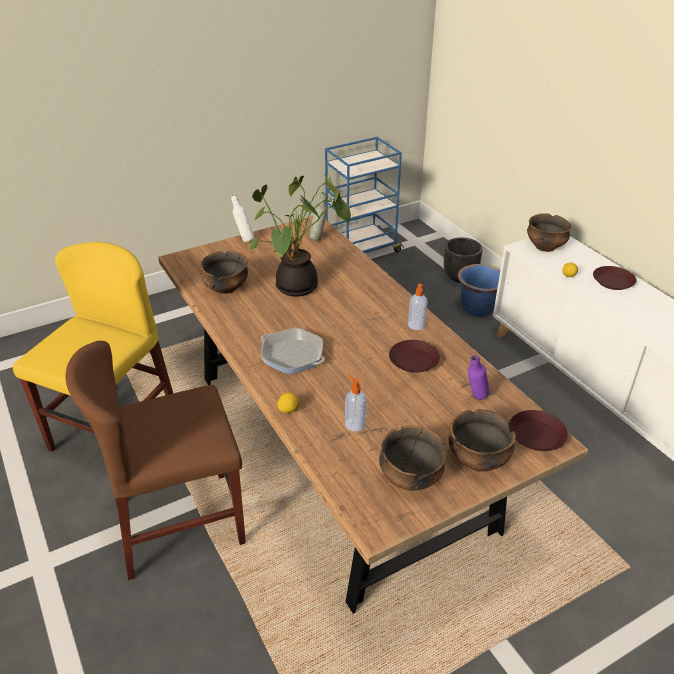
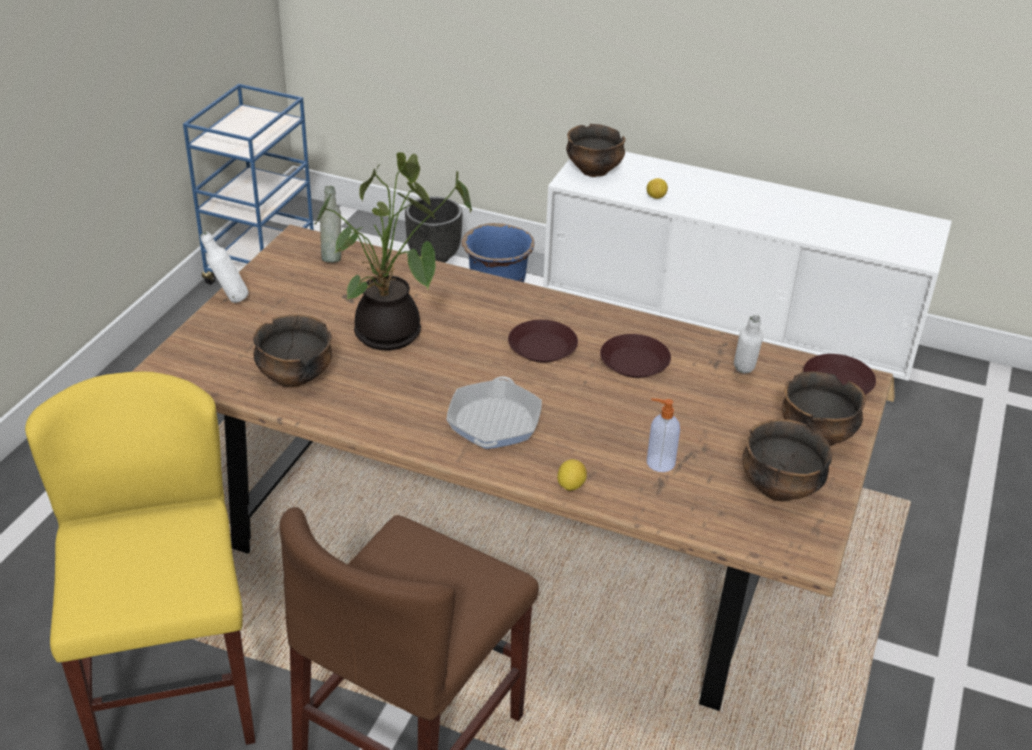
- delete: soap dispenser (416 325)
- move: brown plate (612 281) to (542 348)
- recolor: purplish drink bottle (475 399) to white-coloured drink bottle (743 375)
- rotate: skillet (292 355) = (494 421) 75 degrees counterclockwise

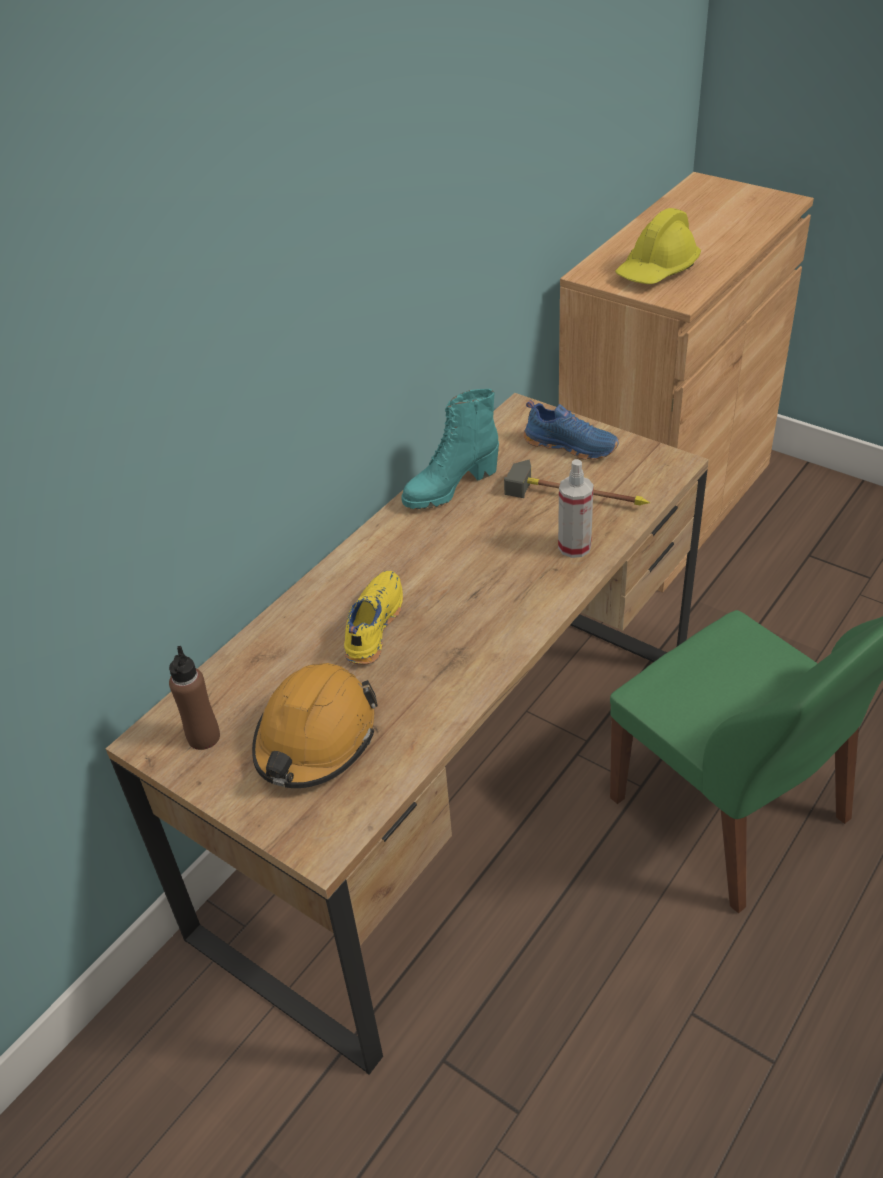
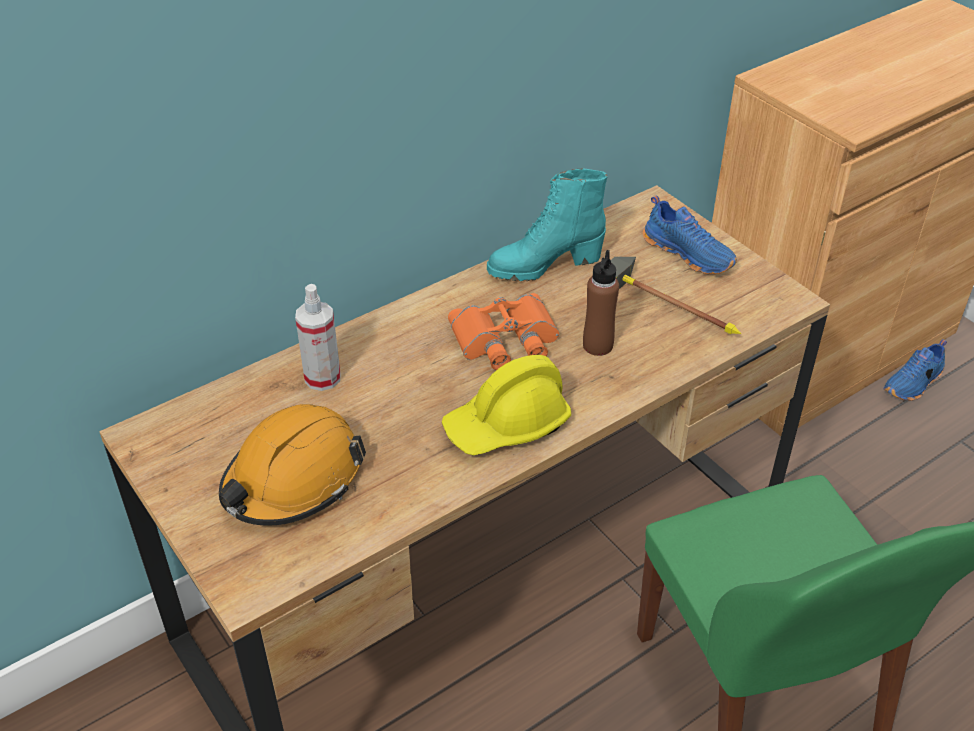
- delete: yellow item of footwear (372 626)
- insert: orange-coloured binoculars (506 340)
- insert: blue-coloured item of footwear (913 384)
- move: brown drink bottle (203 737) to (597 345)
- move: spray bottle (574 547) to (322 378)
- move: yellow hard hat (657 270) to (507 425)

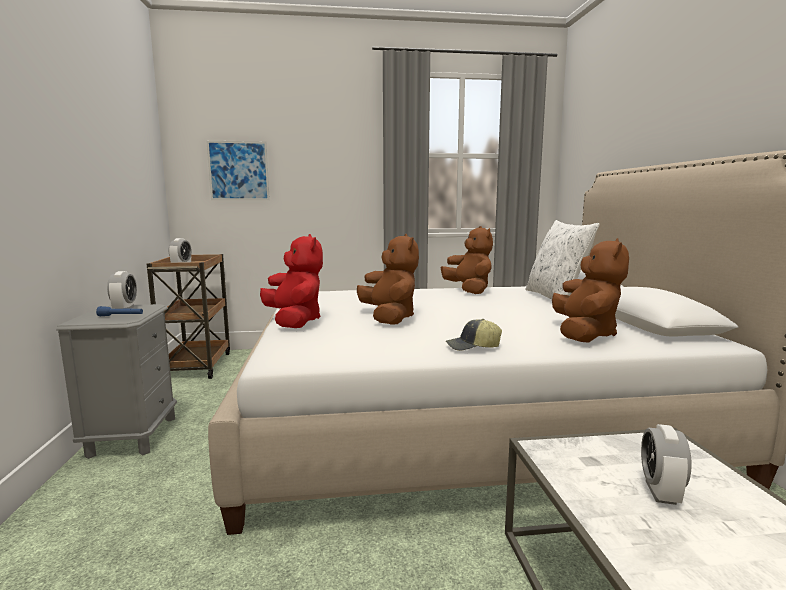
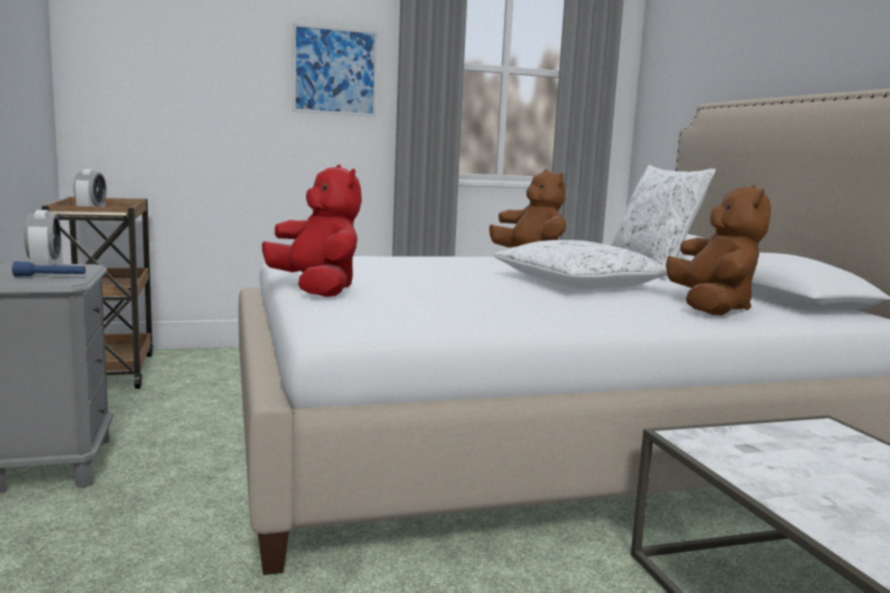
- delete: brown plush toy (389 318)
- delete: baseball cap (473 347)
- delete: table clock (660 492)
- insert: white-coloured cushion (578 283)
- move: wall picture (238 171) to (335 71)

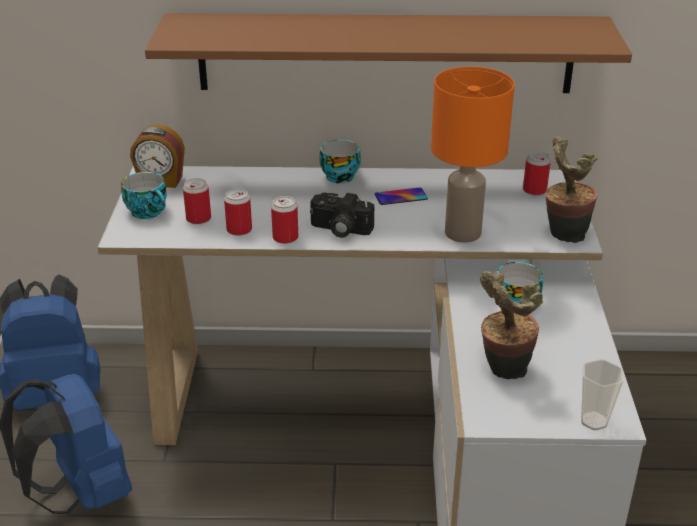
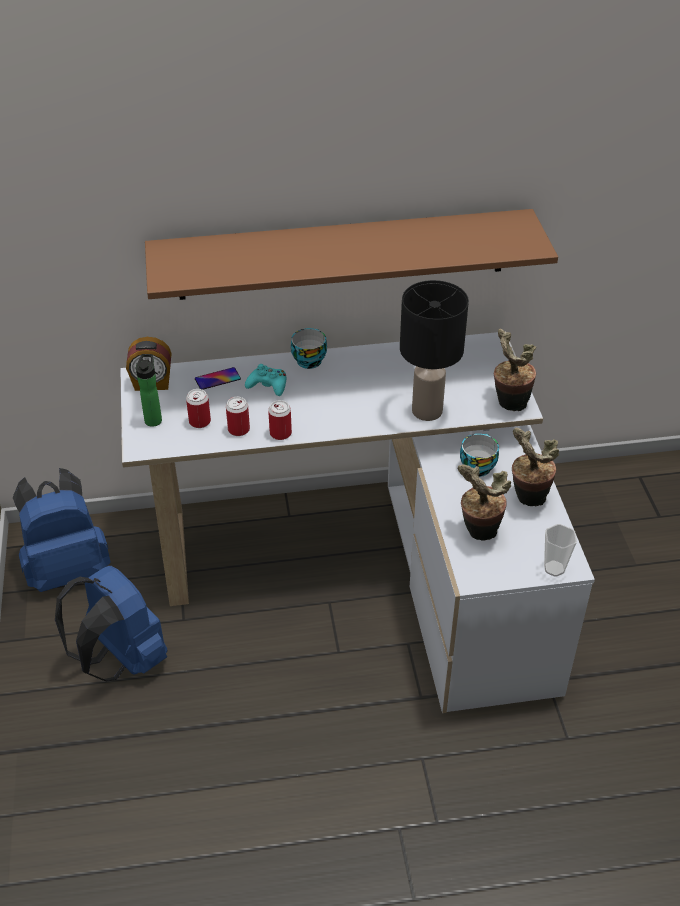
- delete: photo camera (339 229)
- delete: metal can (534 190)
- insert: turquoise game controller (268 385)
- insert: plant in a pot (527 498)
- move: handset (401 197) to (217 379)
- replace: cup (149 212) to drink bottle (153 419)
- recolor: orange-coloured tabletop lamp (464 233) to black-coloured tabletop lamp (428 411)

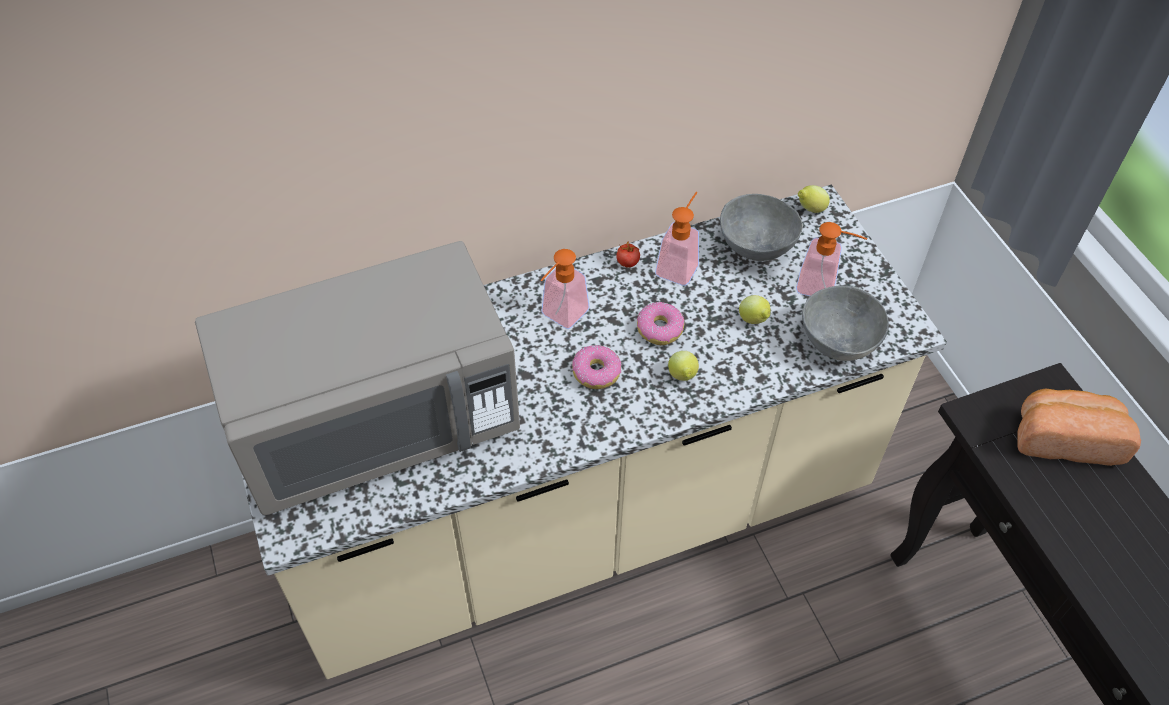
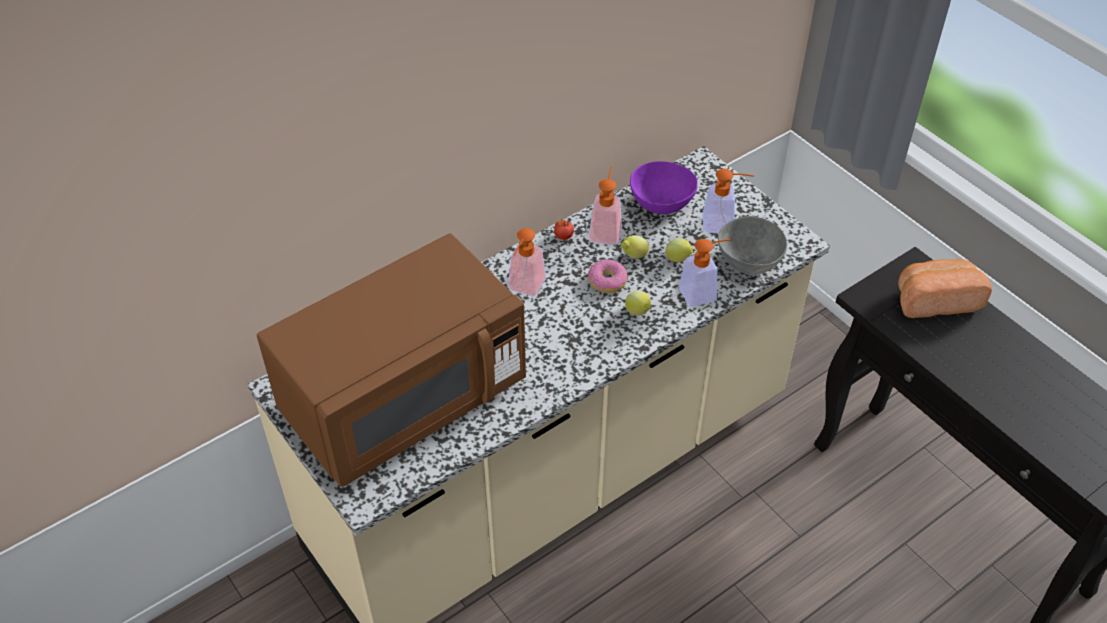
- delete: ring doughnut (596 372)
- insert: soap dispenser (703 293)
- move: whole lemon (810 209) to (633 256)
- recolor: greyish kitchen microwave (376 423) to brown kitchen microwave (404 400)
- recolor: greyish bowl (756 248) to purplish bowl (662 205)

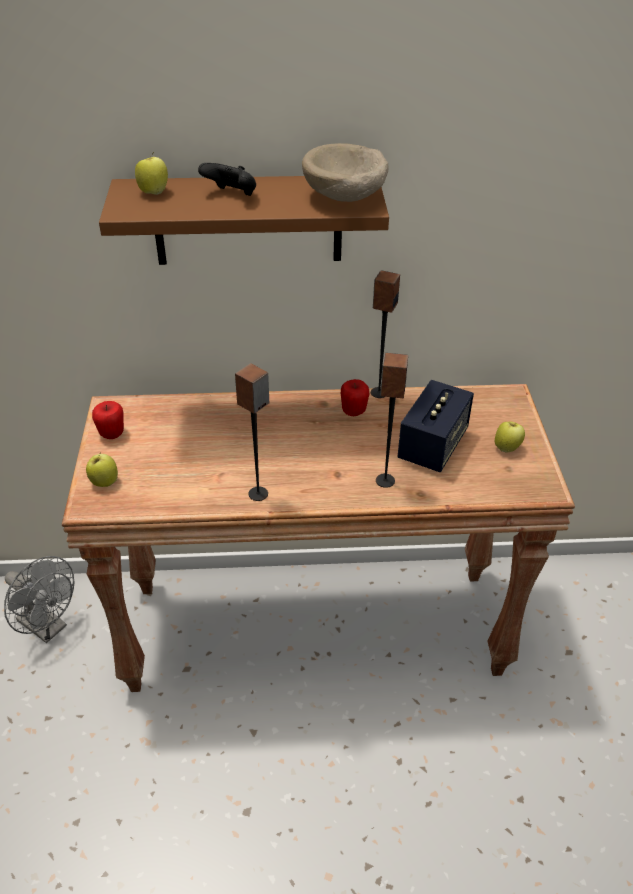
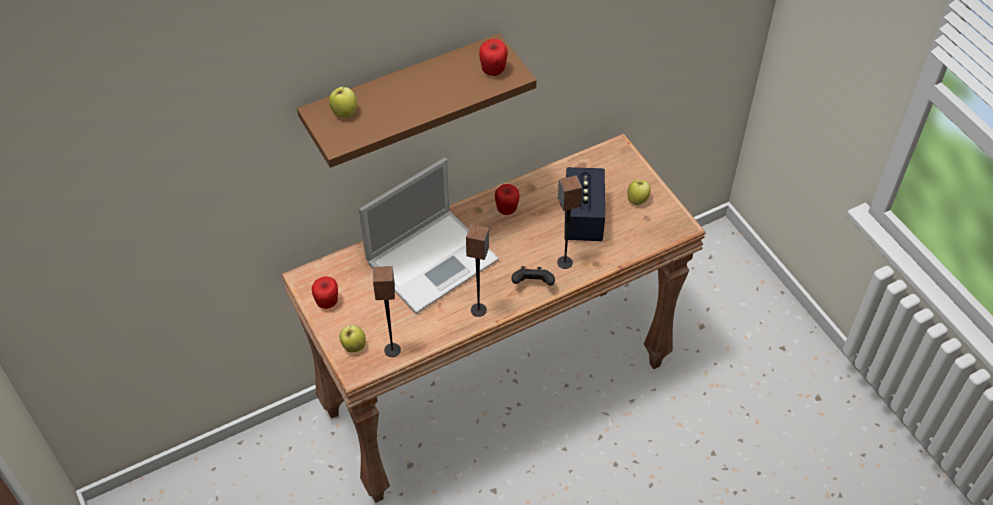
- delete: greyish cooling fan (48 627)
- insert: notebook computer (433 259)
- move: black-coloured game controller (231 195) to (533 284)
- move: audio speaker (378 392) to (392 350)
- replace: sand-coloured bowl (344 198) to apple (493 71)

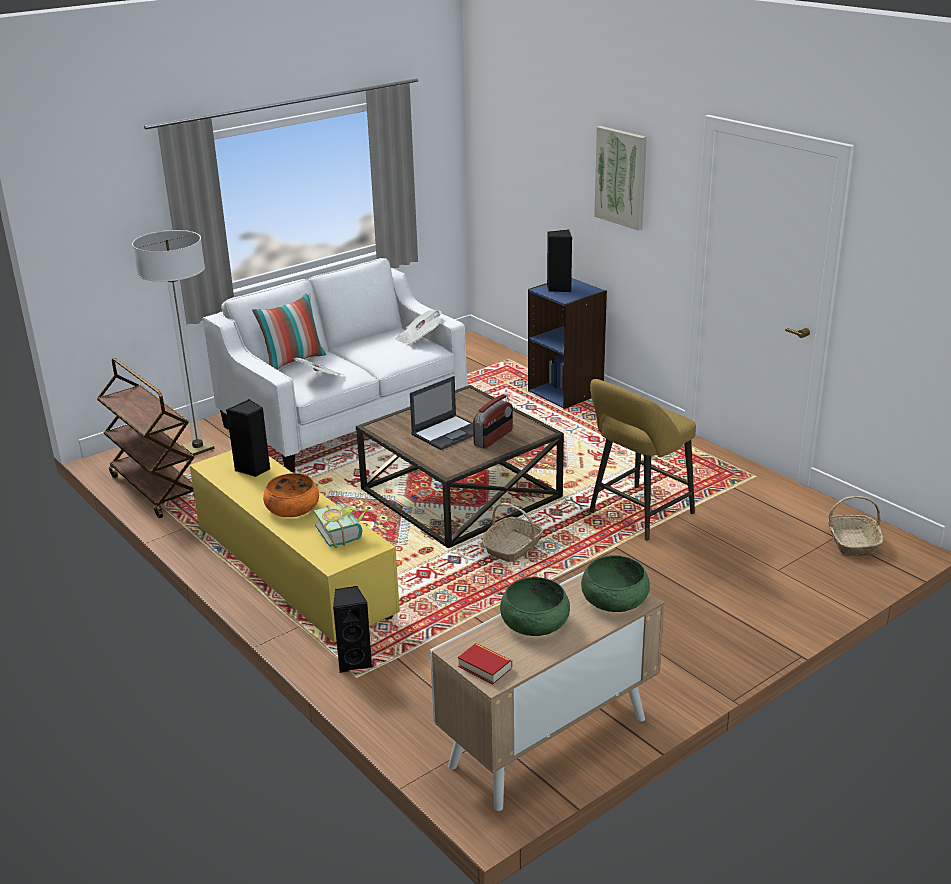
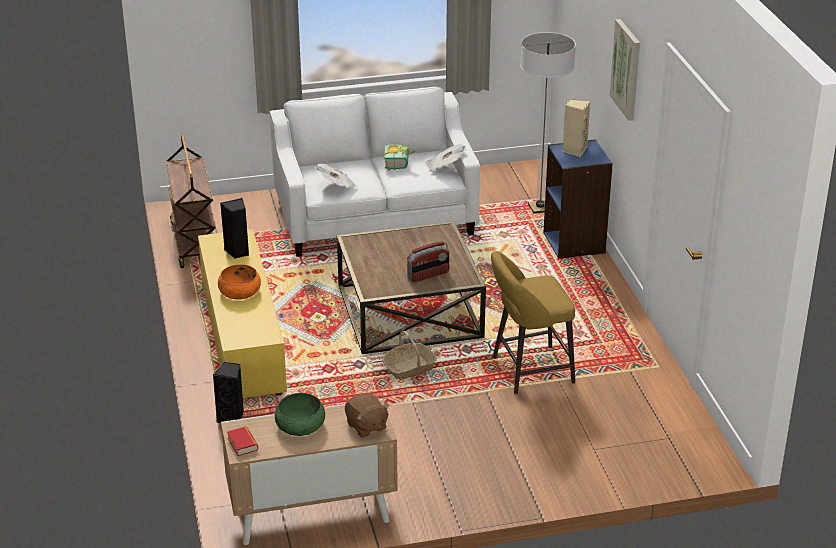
- delete: cushion (293 361)
- delete: notebook computer (448 432)
- delete: household basket (852 542)
- move: standard lamp (198 448) to (540 208)
- move: volume (344 533) to (400 163)
- replace: green bowl (614 599) to brown plush toy (366 426)
- recolor: black-coloured audio speaker (559 288) to sand-coloured audio speaker (574 150)

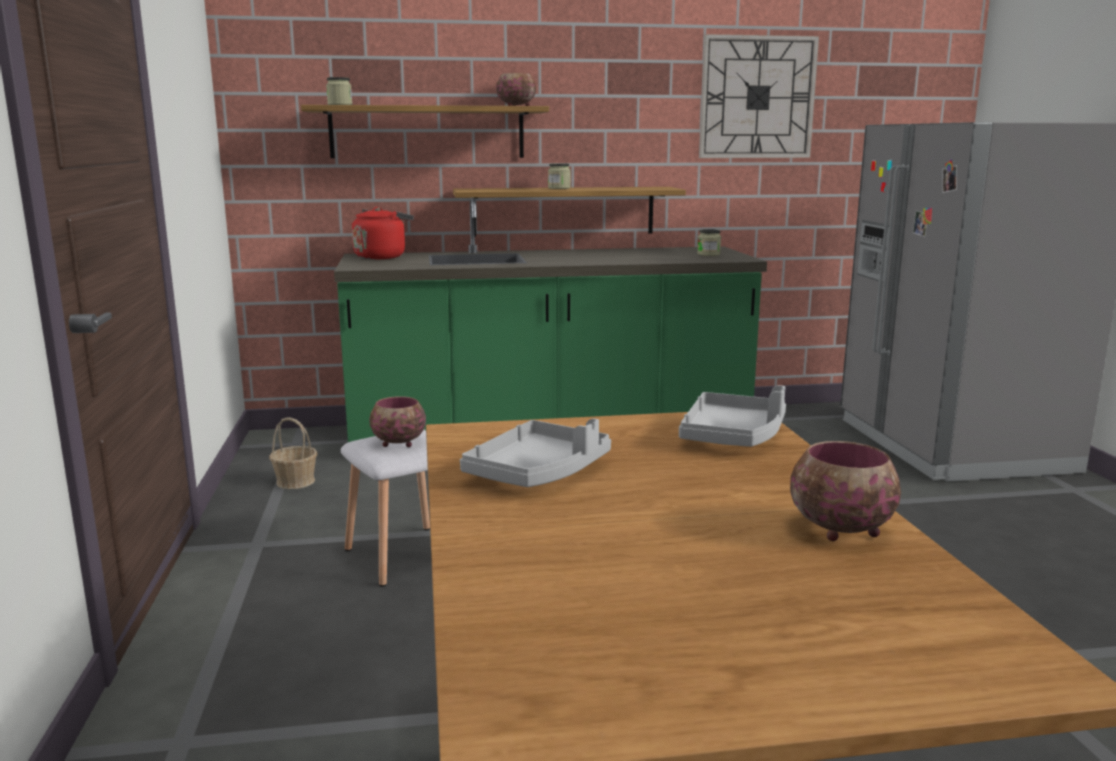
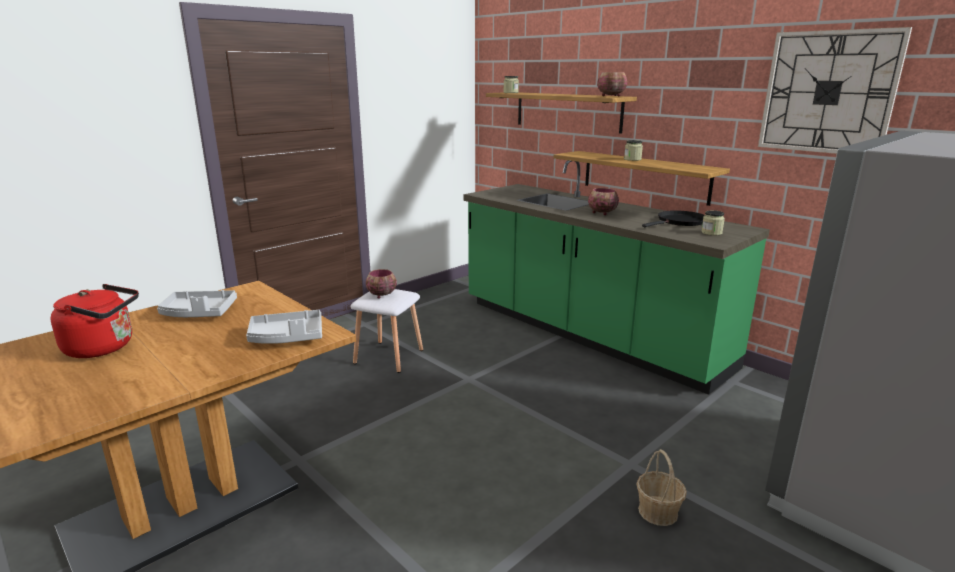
- insert: black-coloured skillet (679 222)
- move: household basket (295 481) to (658 511)
- move: reddish water kettle (382 257) to (104 348)
- move: bowl (840 530) to (601 213)

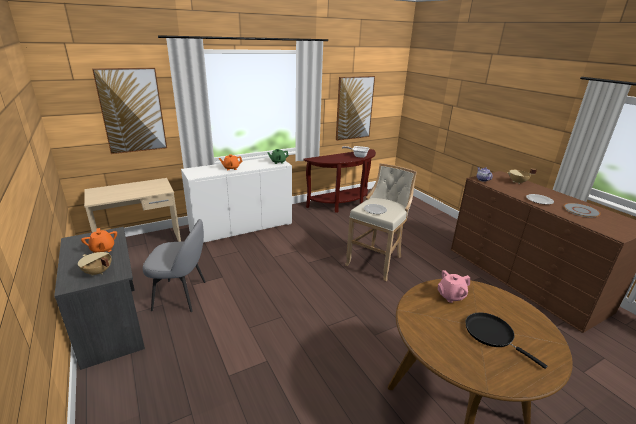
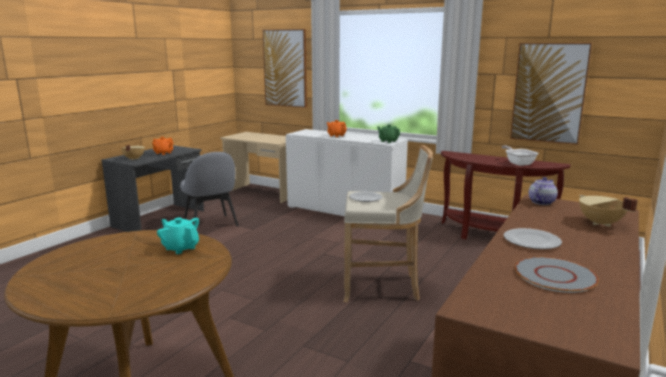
- delete: black-coloured skillet (492 334)
- recolor: pinkish pot for tea (450 296) to turquoise pot for tea (180 248)

